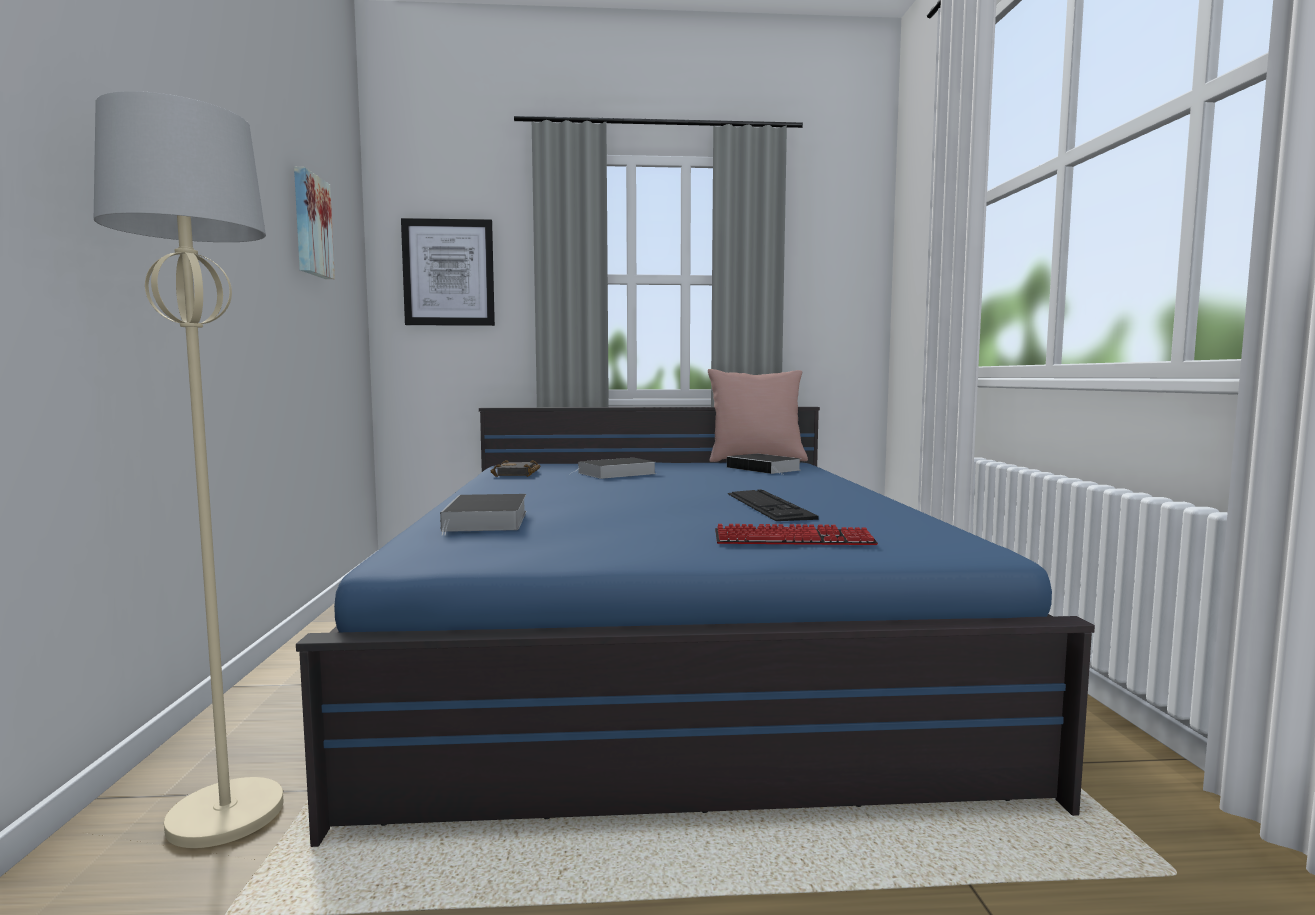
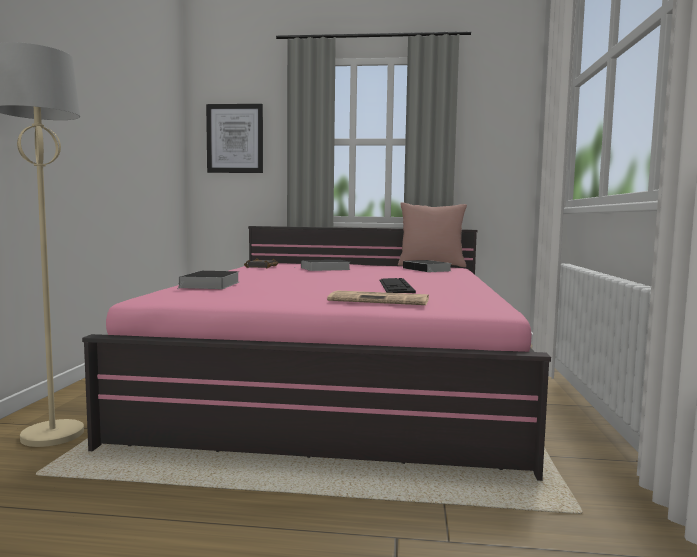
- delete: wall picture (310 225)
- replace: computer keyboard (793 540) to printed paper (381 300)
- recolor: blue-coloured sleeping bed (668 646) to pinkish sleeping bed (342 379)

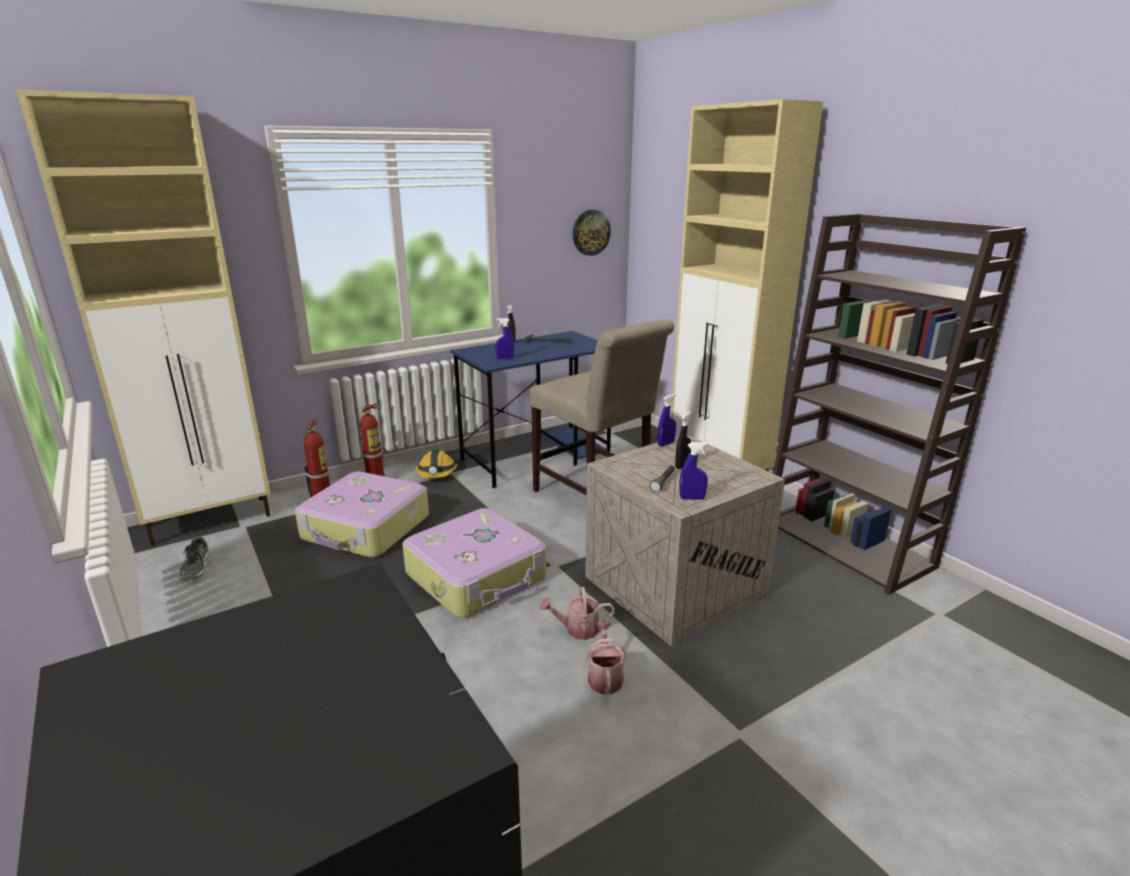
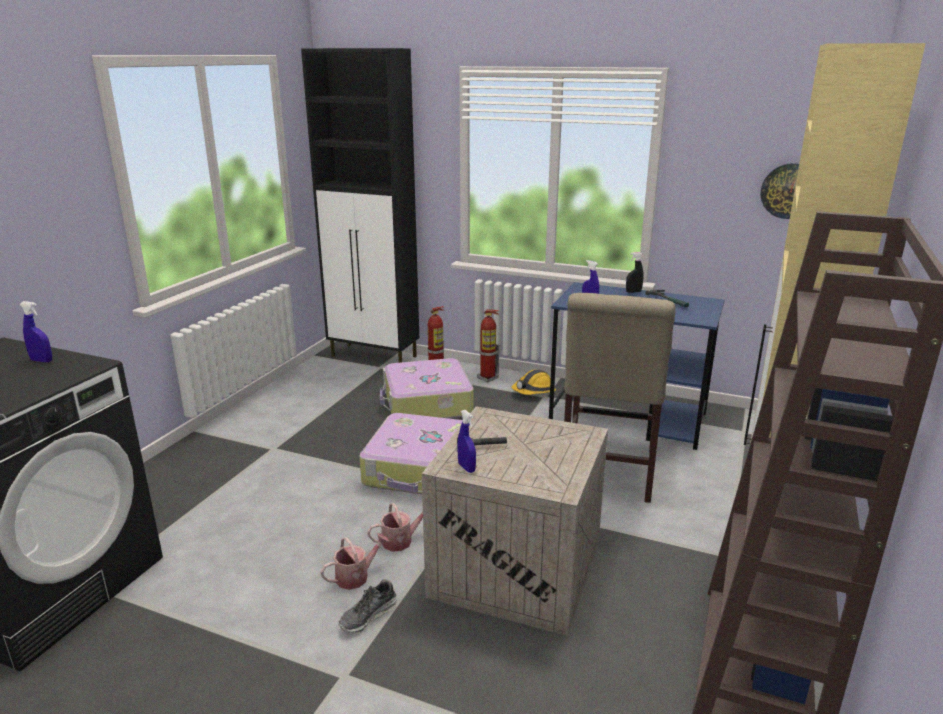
- delete: black-coloured spray bottle (682 465)
- move: item of footwear (197 568) to (368 616)
- move: blue-coloured spray bottle (666 444) to (42 361)
- recolor: sand-coloured cabinet (212 520) to black-coloured cabinet (375 356)
- rotate: watering pot (577 629) = (401 540) 105 degrees clockwise

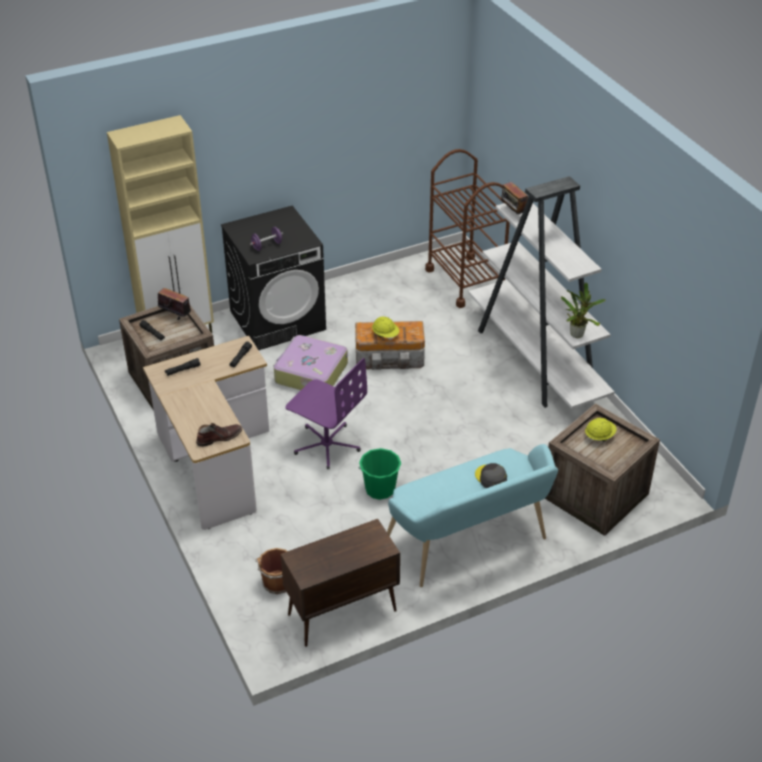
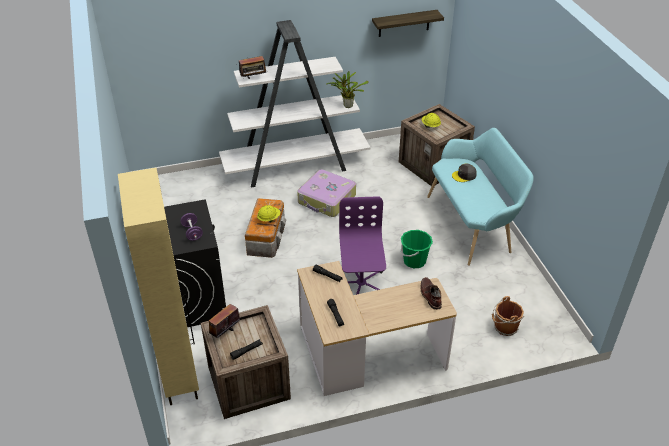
- delete: brown cabinet (341 613)
- delete: brown cart (465 281)
- insert: bracket shelf (404 23)
- move: suitcase (310 373) to (327 200)
- rotate: purplish computer chair (327 445) = (360 285) 45 degrees counterclockwise

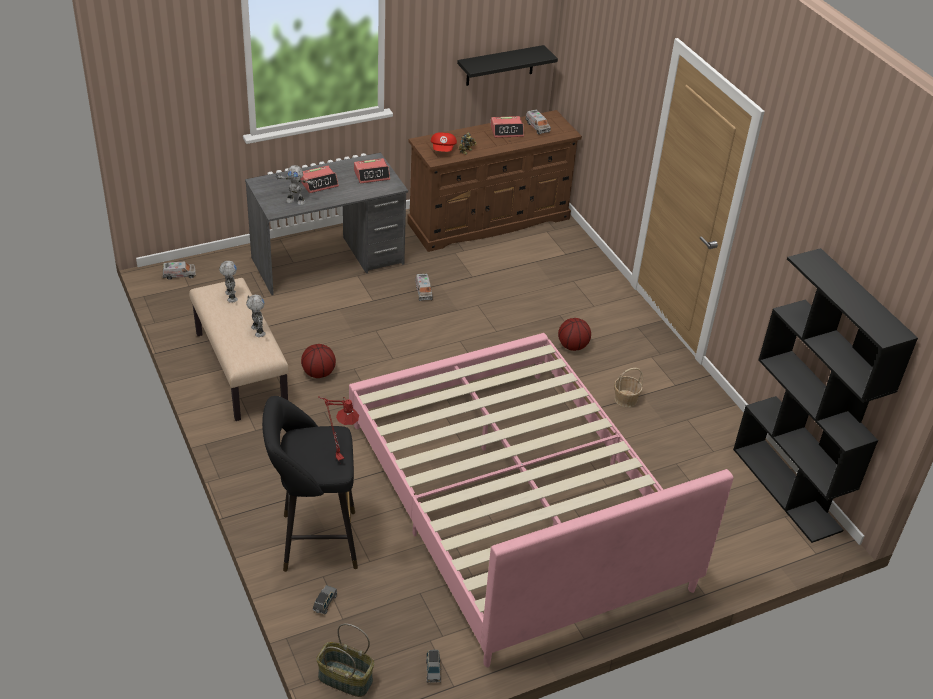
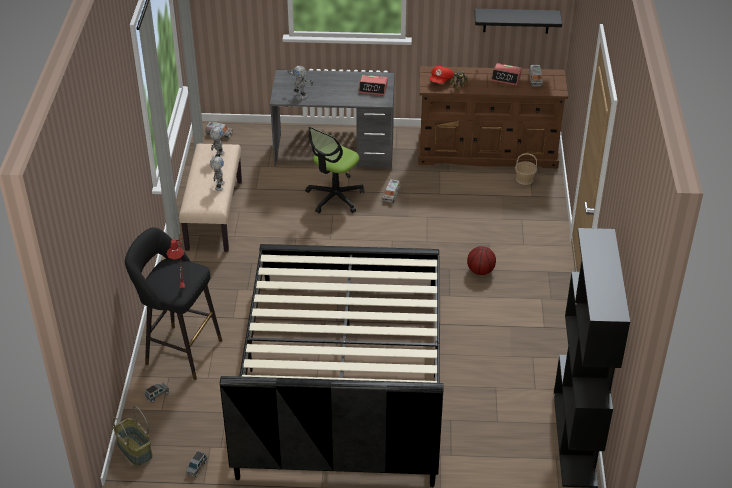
- delete: table clock (319 183)
- delete: basketball ball (318 373)
- insert: computer chair (335 197)
- move: household basket (625 399) to (524 179)
- recolor: pinkish sleeping bed (514 505) to black-coloured sleeping bed (341 375)

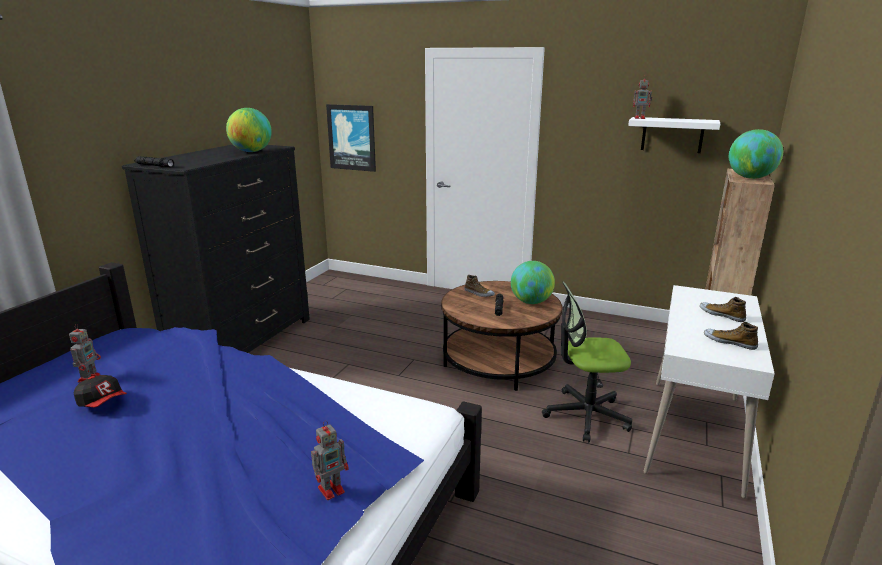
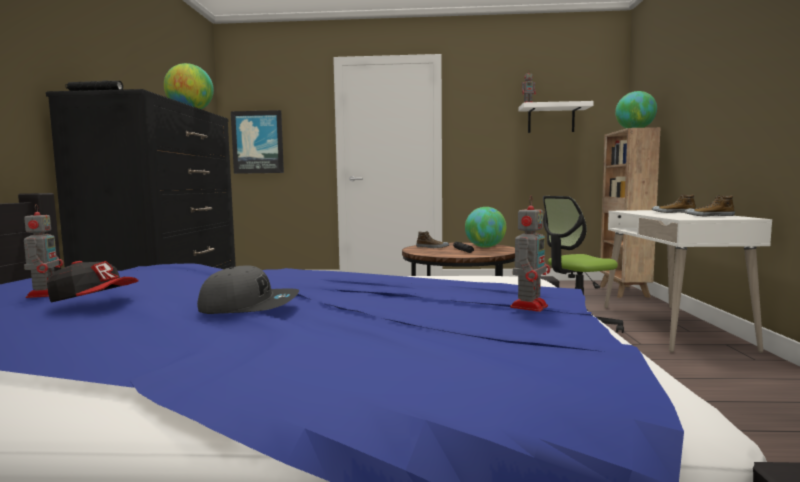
- insert: greyish baseball cap (249 306)

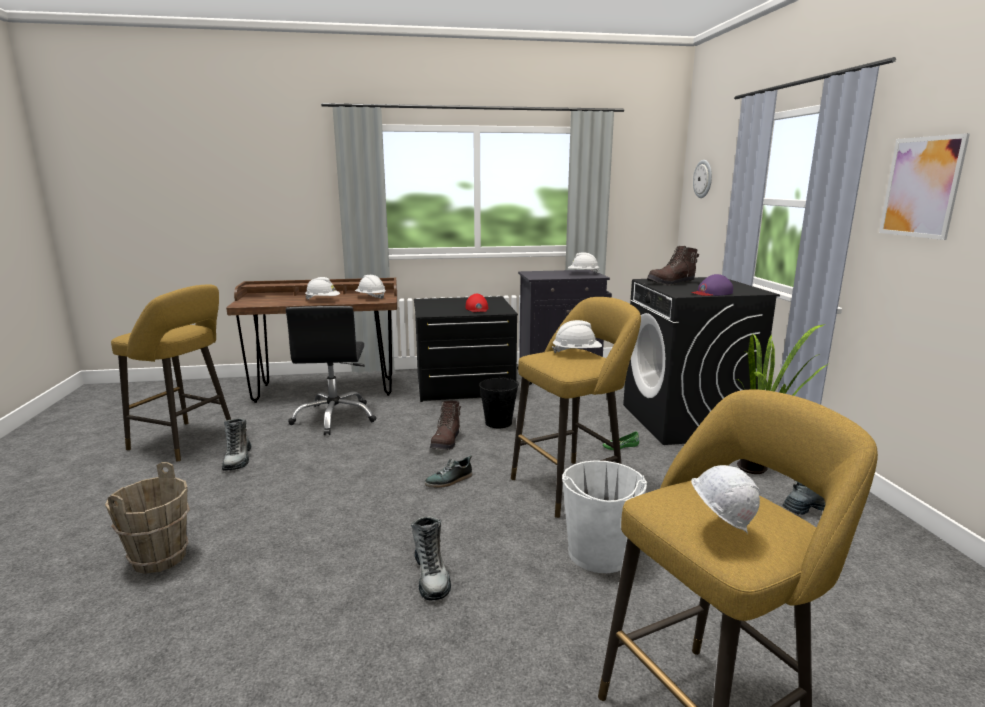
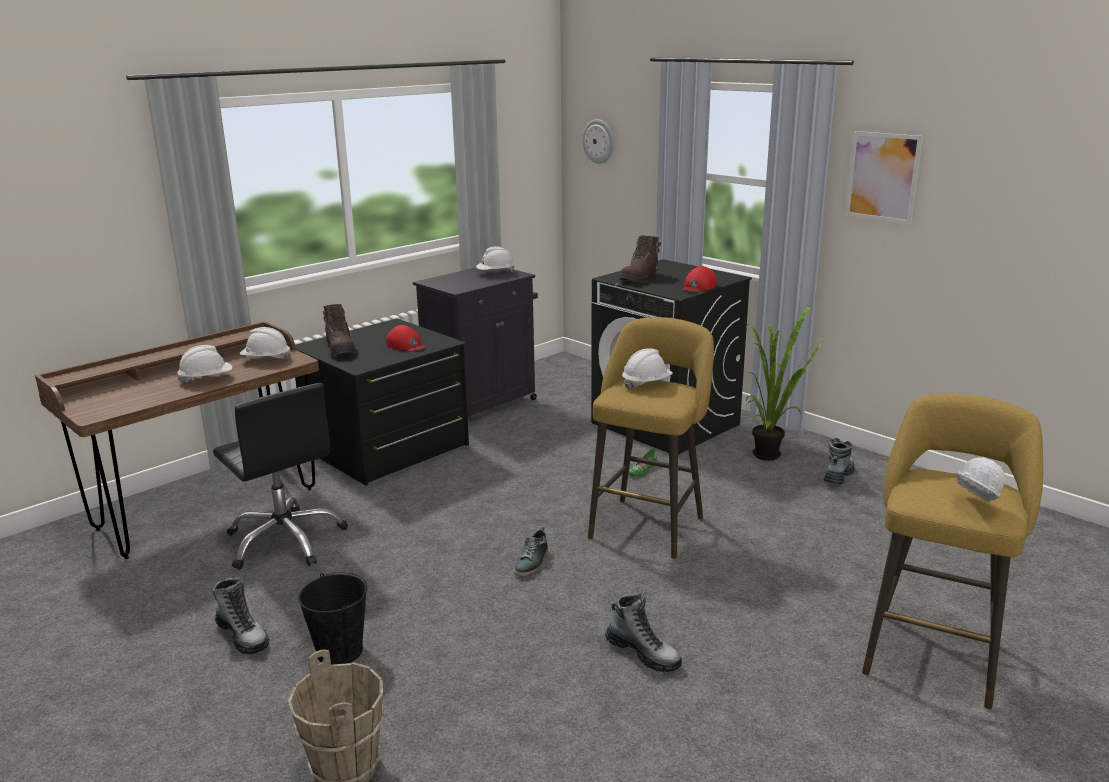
- delete: yellow stool (187 442)
- delete: white-coloured water bucket (599 553)
- move: brown high-top boot (446 442) to (340 349)
- move: black-coloured water bucket (498 423) to (339 651)
- recolor: purplish baseball cap (711 293) to reddish baseball cap (698 286)

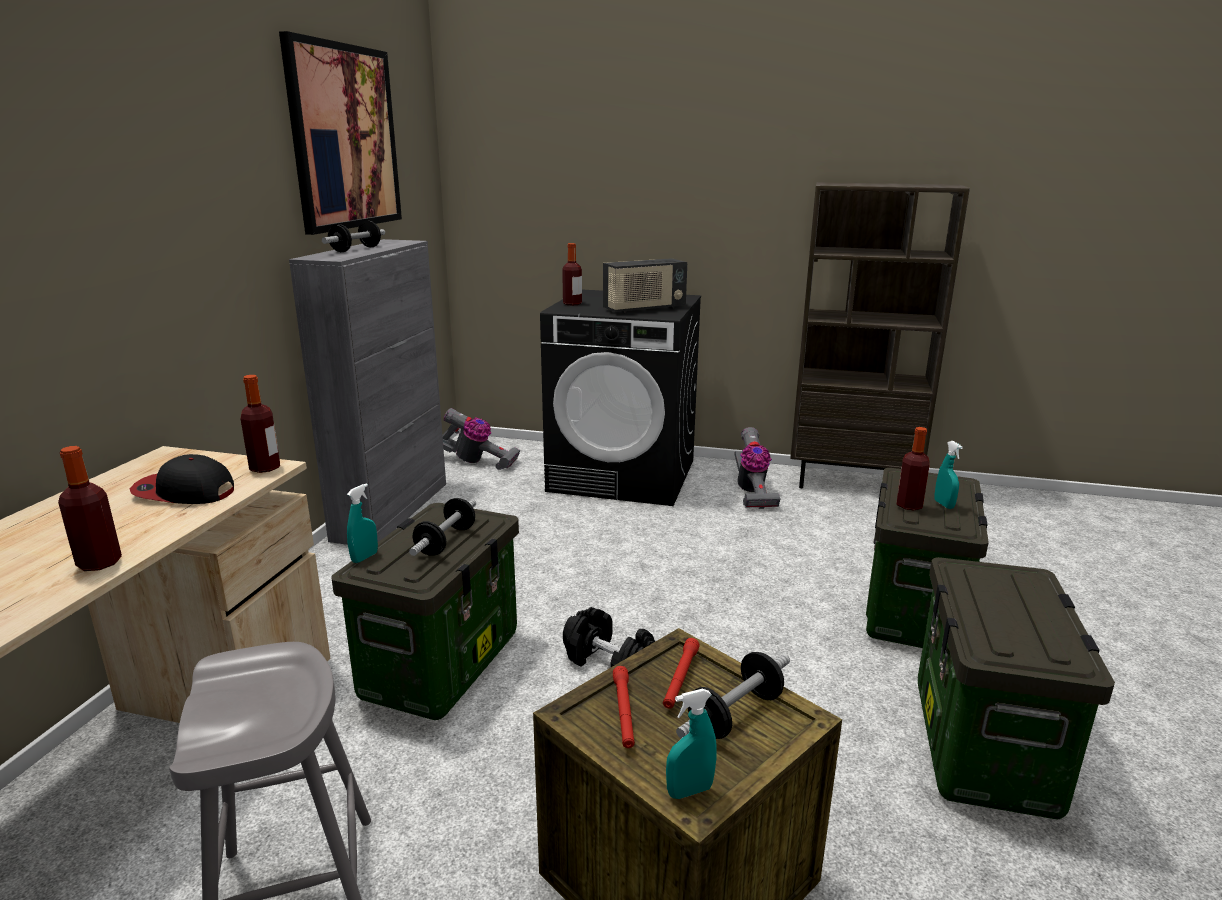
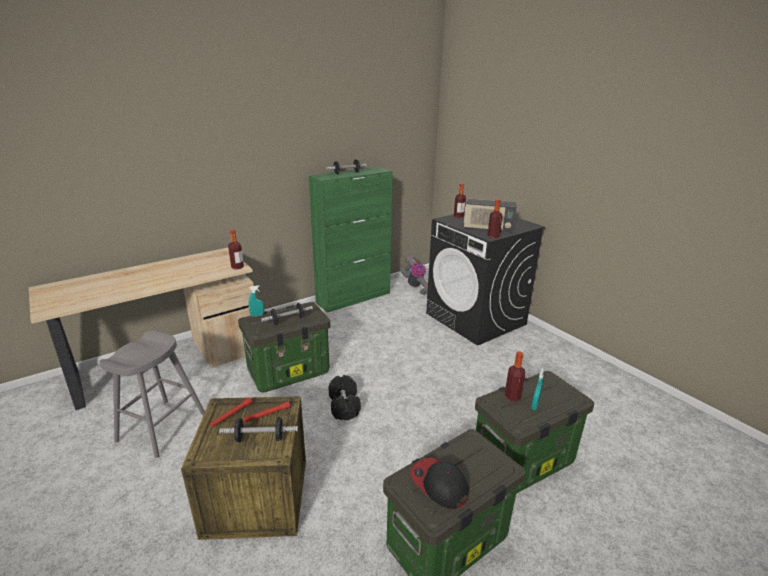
- delete: wall picture (344 138)
- delete: turquoise spray bottle (689 791)
- delete: hoover (751 492)
- delete: brown bookshelf (852 483)
- move: drink bottle (99 563) to (493 236)
- move: baseball cap (184 492) to (439 484)
- recolor: greyish cabinet (392 510) to green cabinet (354 298)

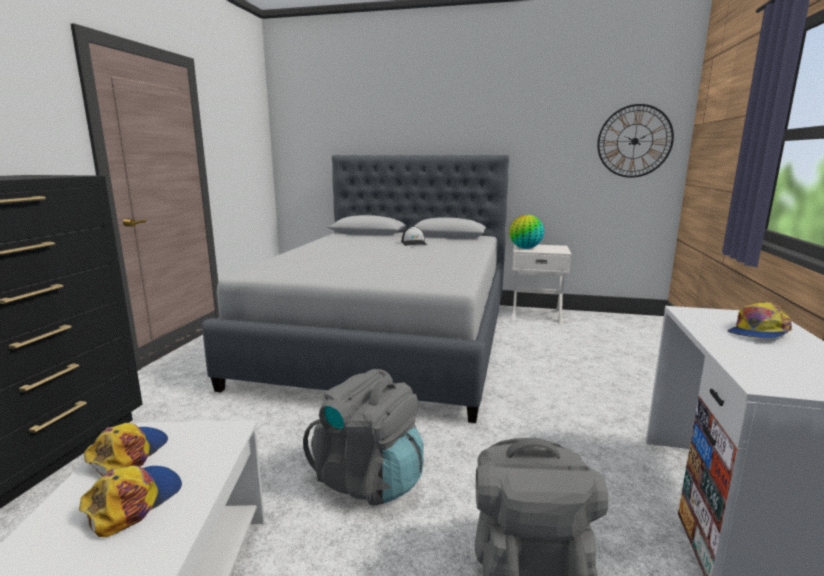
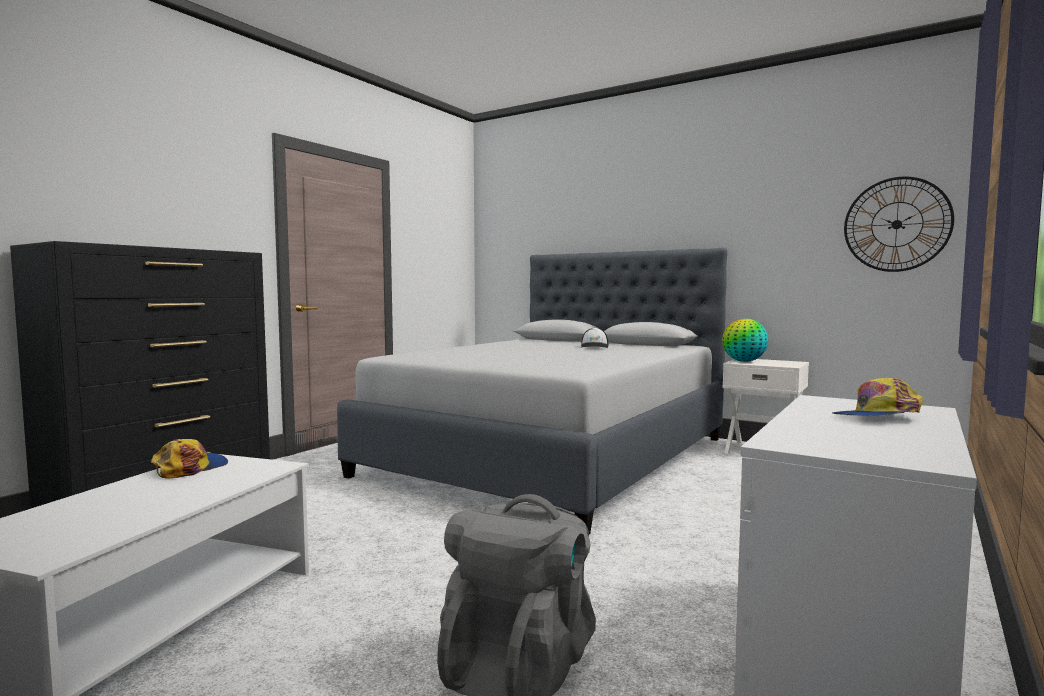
- delete: baseball cap (133 501)
- delete: greyish knapsack (369 479)

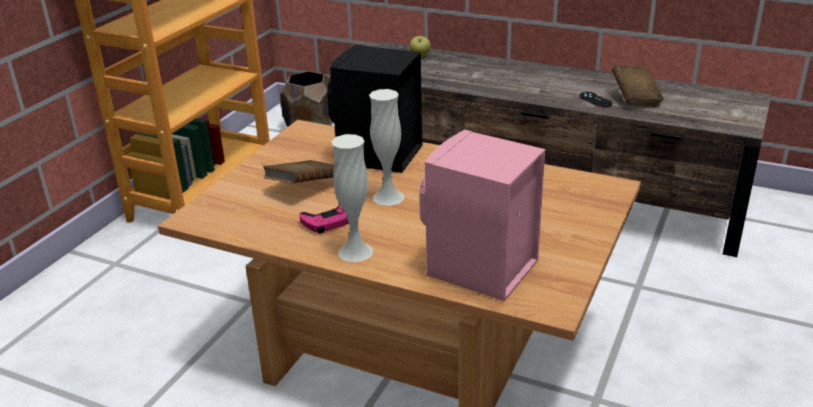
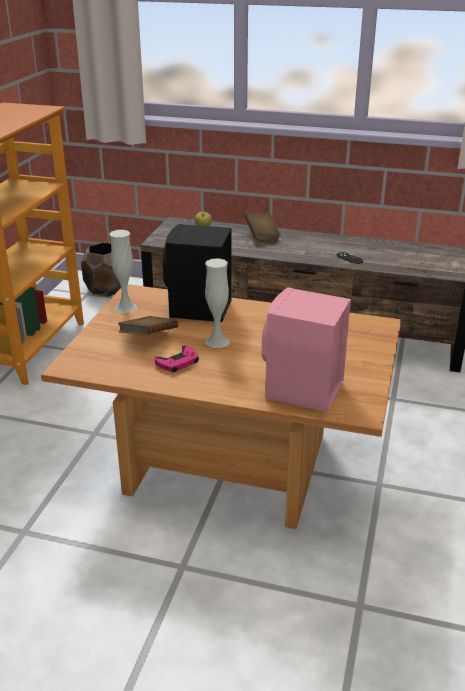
- move: white-coloured vase (355 252) to (125 307)
- move: brown volume (635 99) to (262 236)

